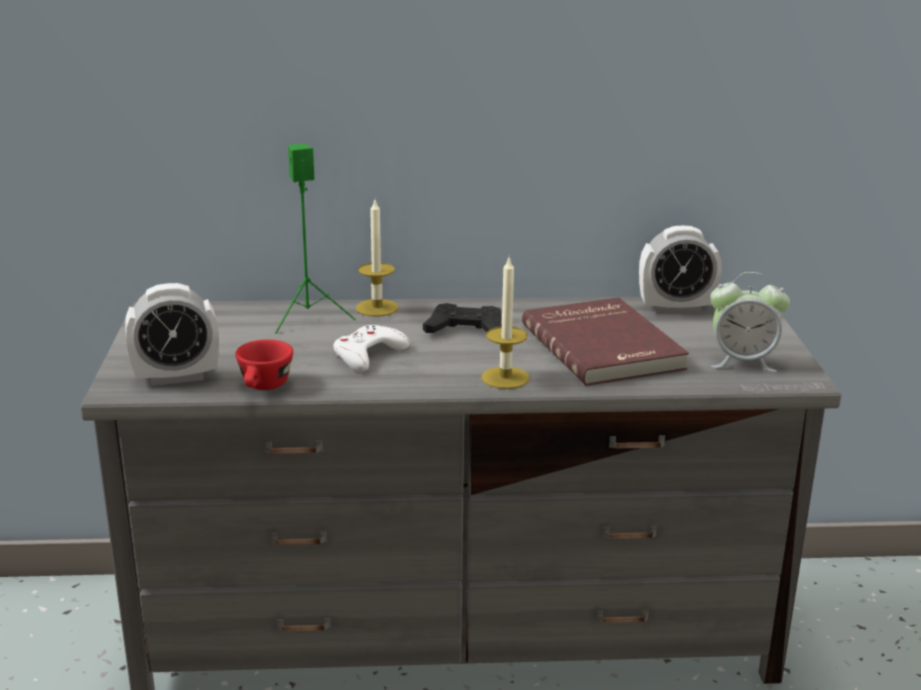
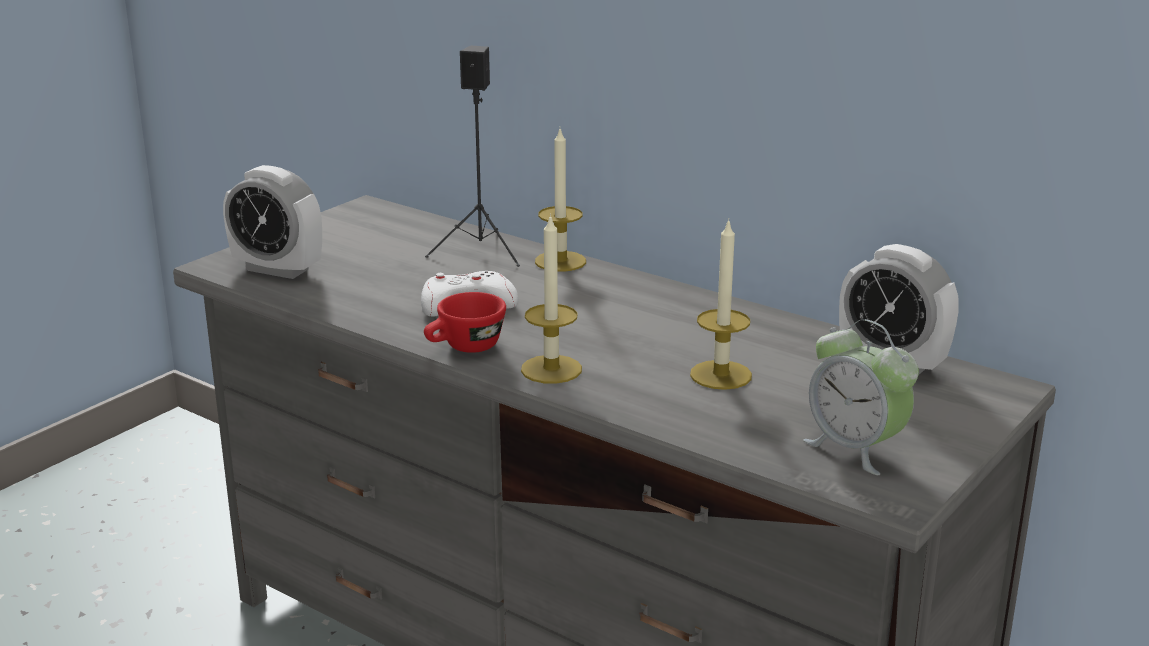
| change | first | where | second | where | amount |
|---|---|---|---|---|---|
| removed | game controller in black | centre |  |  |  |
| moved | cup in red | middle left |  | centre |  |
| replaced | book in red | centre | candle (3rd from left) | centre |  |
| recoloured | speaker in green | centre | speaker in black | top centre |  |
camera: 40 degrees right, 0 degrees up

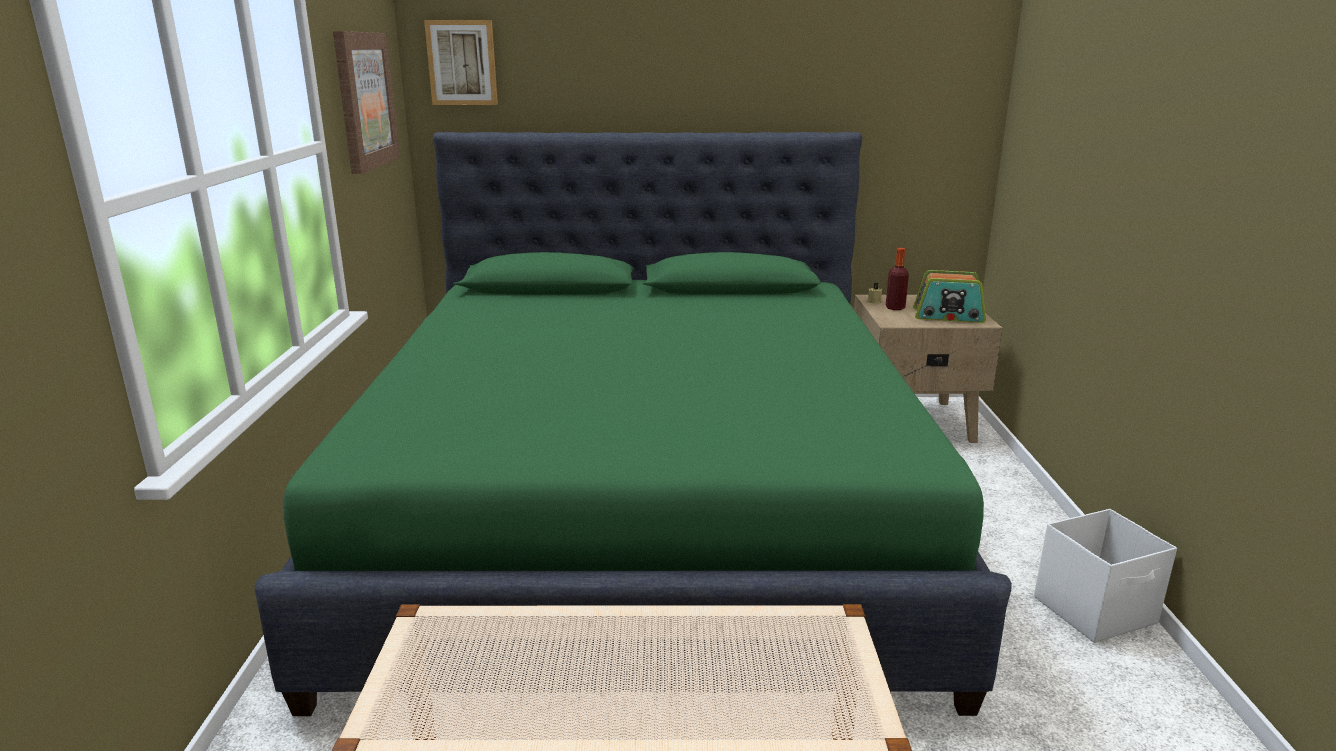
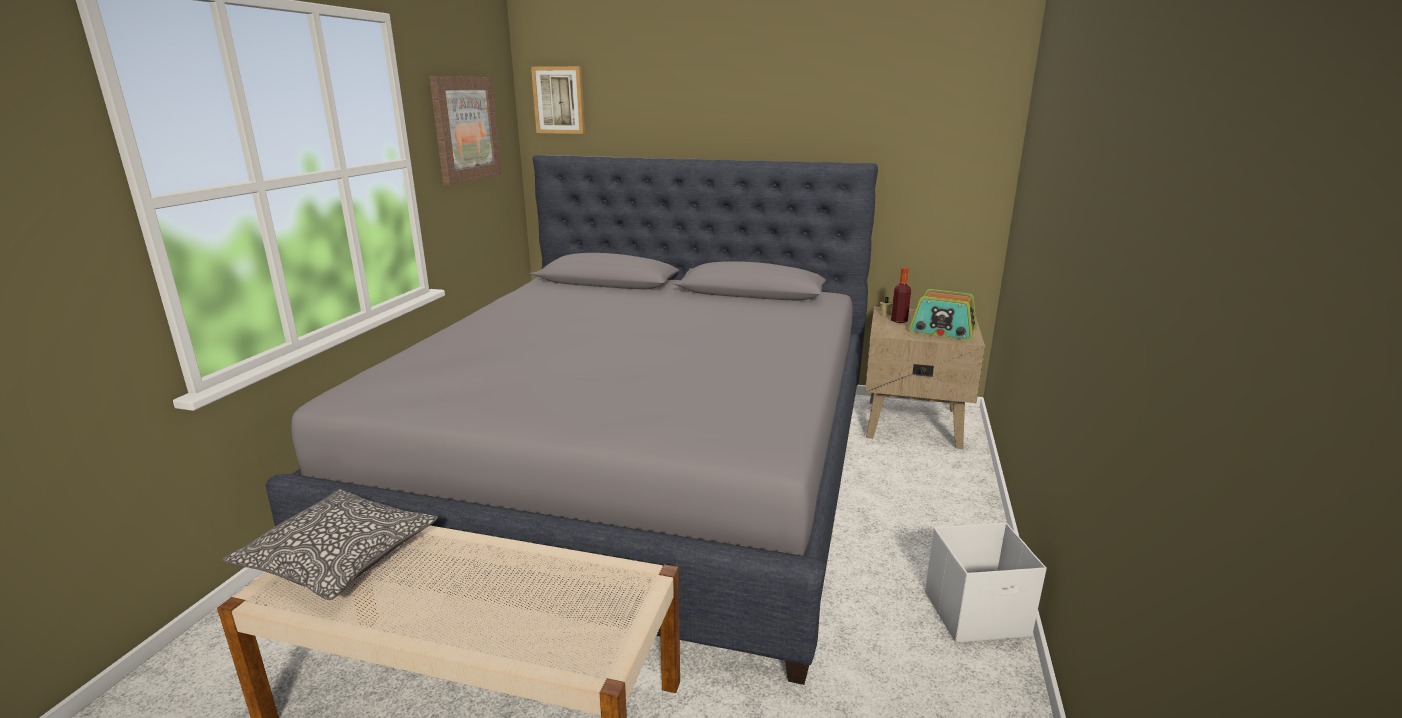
| change | first | where | second | where | amount |
|---|---|---|---|---|---|
| added |  |  | pillow | bottom left |  |
| recoloured | bed in green | centre | bed in grey | centre |  |
camera: 15 degrees right, 0 degrees up

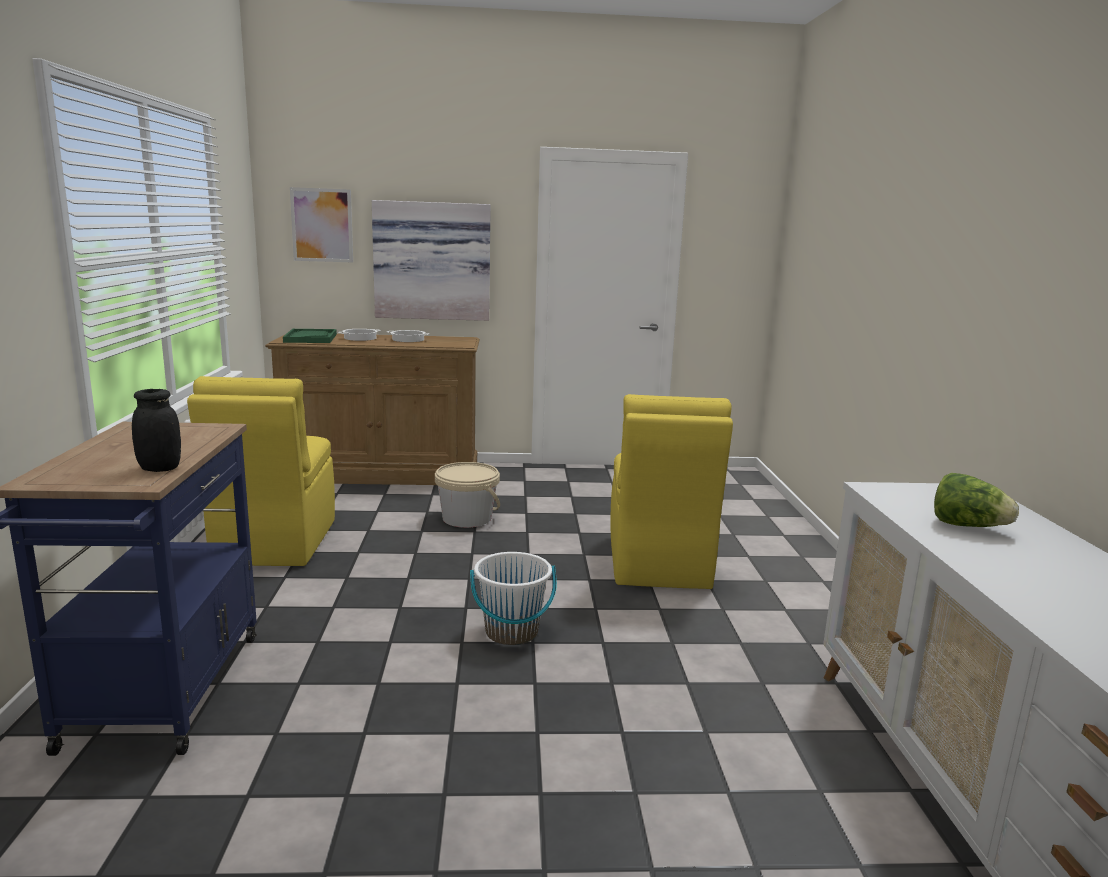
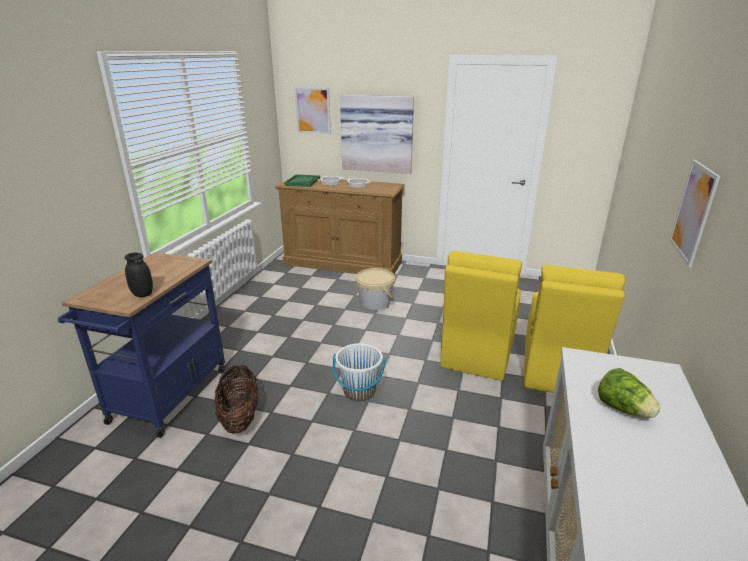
| change | first | where | second | where | amount |
|---|---|---|---|---|---|
| added |  |  | basket | bottom left |  |
| added |  |  | picture (3rd from left) | middle right |  |
| moved | chair in yellow (1st from left in the first image) | middle left | chair in yellow (2nd from left) | middle right |  |
camera: 20 degrees right, 10 degrees up

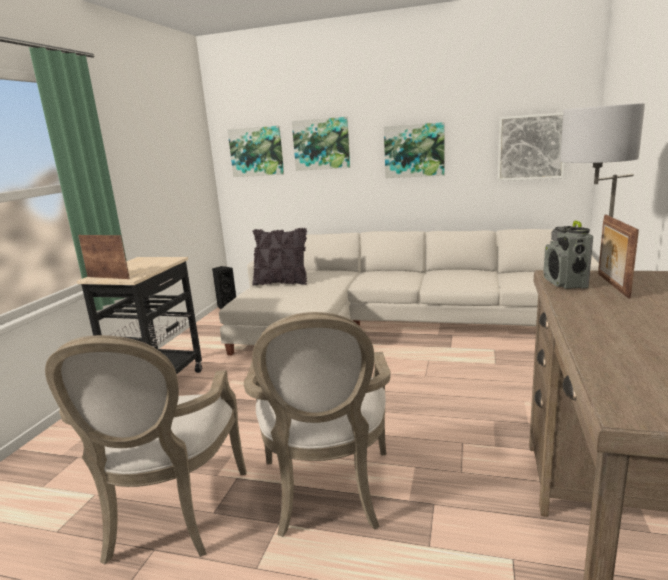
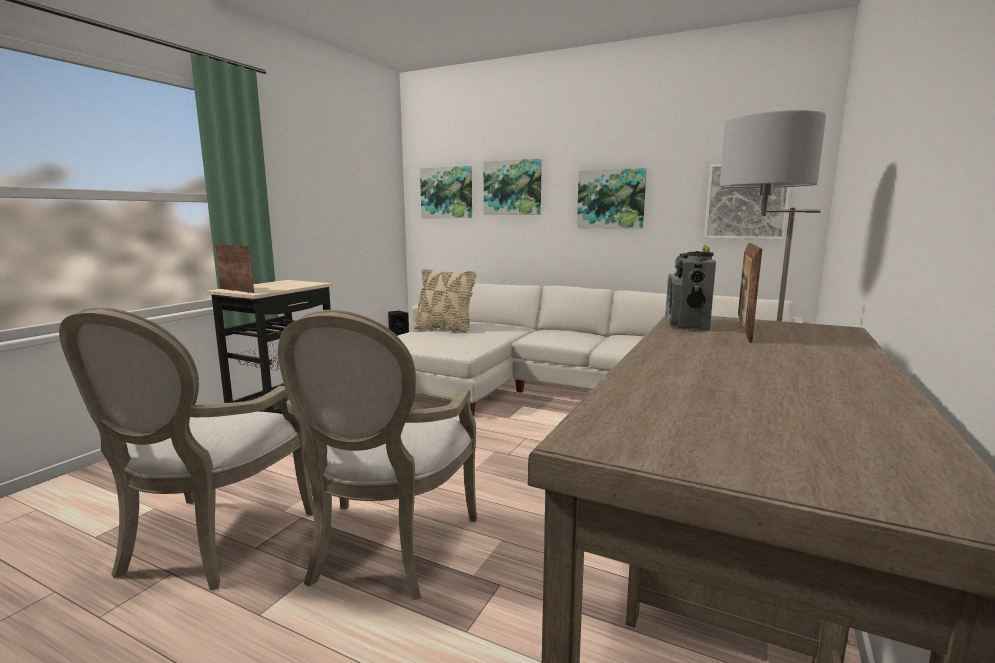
| change | first | where | second | where | amount |
|---|---|---|---|---|---|
| recoloured | pillow in black | centre | pillow in beige | centre |  |
camera: 10 degrees right, 5 degrees down

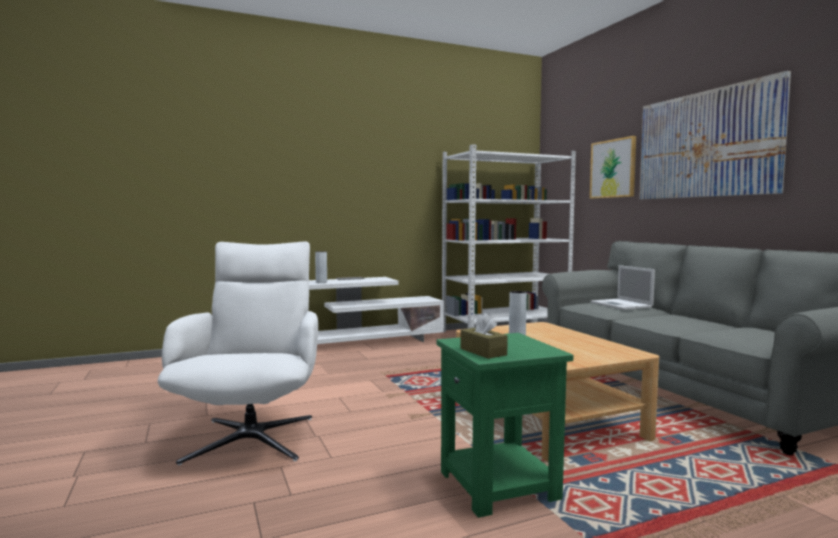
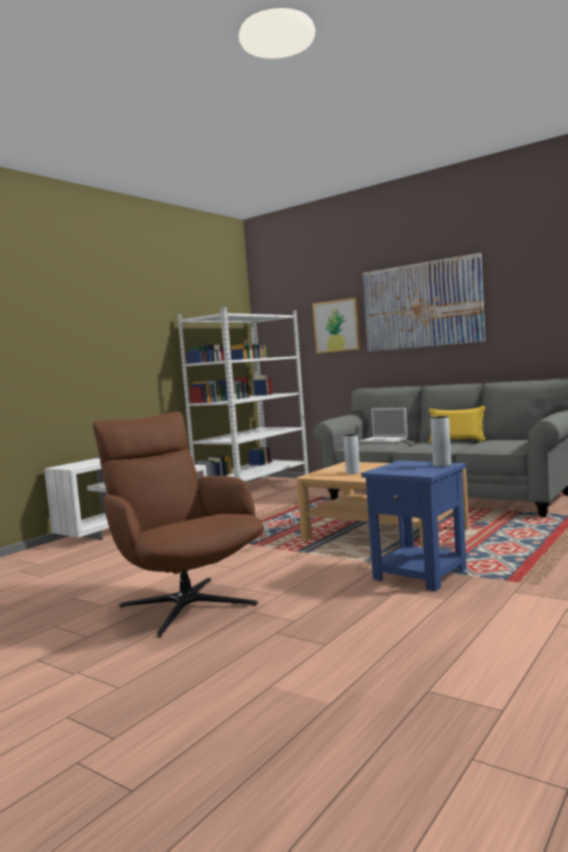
| change | first | where | second | where | amount |
|---|---|---|---|---|---|
| removed | tissue box in brown | centre |  |  |  |
| added |  |  | pillow in yellow | middle right |  |
| moved | vase in grey (1st from left in the first image) | centre | vase in grey (2nd from left) | middle right |  |
| recoloured | armchair in white | middle left | armchair in brown | middle left |  |
| recoloured | side table in green | bottom centre | side table in blue | middle right |  |
camera: 30 degrees left, 0 degrees up

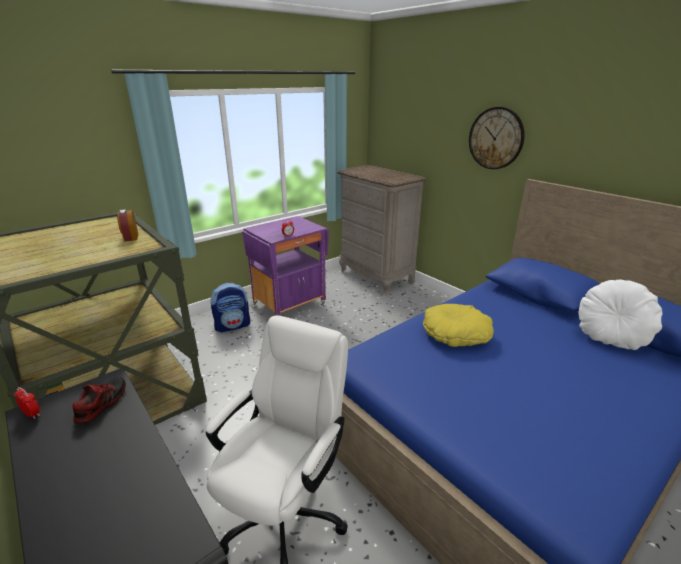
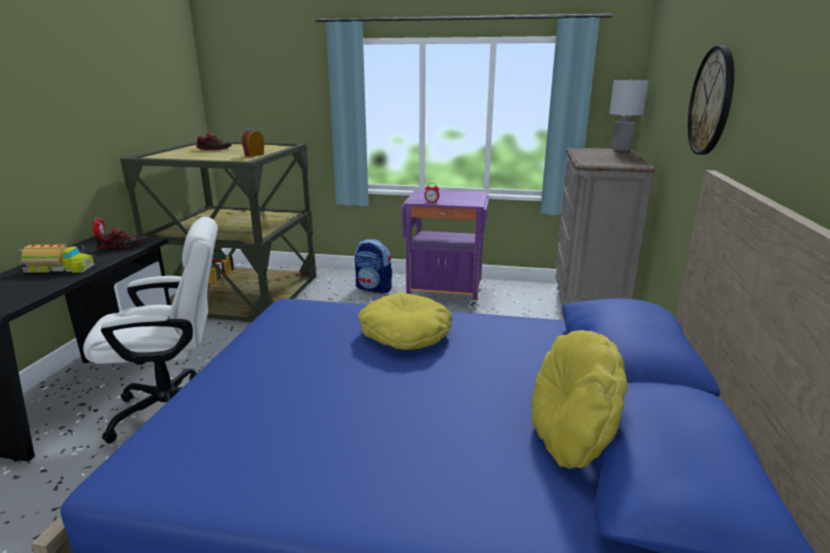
| change | first | where | second | where | amount |
|---|---|---|---|---|---|
| added |  |  | toy truck | middle left |  |
| added |  |  | shoe (2nd from left) | top left |  |
| added |  |  | table lamp in grey | top right |  |
| recoloured | pillow in white | middle right | pillow in yellow (2nd from left) | bottom right |  |
camera: 50 degrees right, 5 degrees down

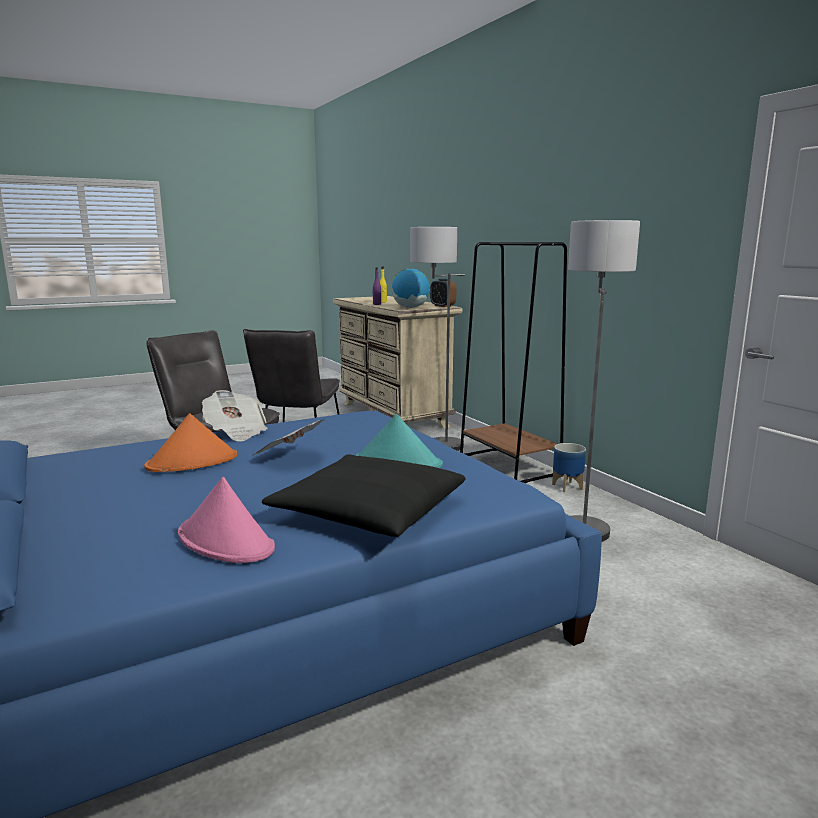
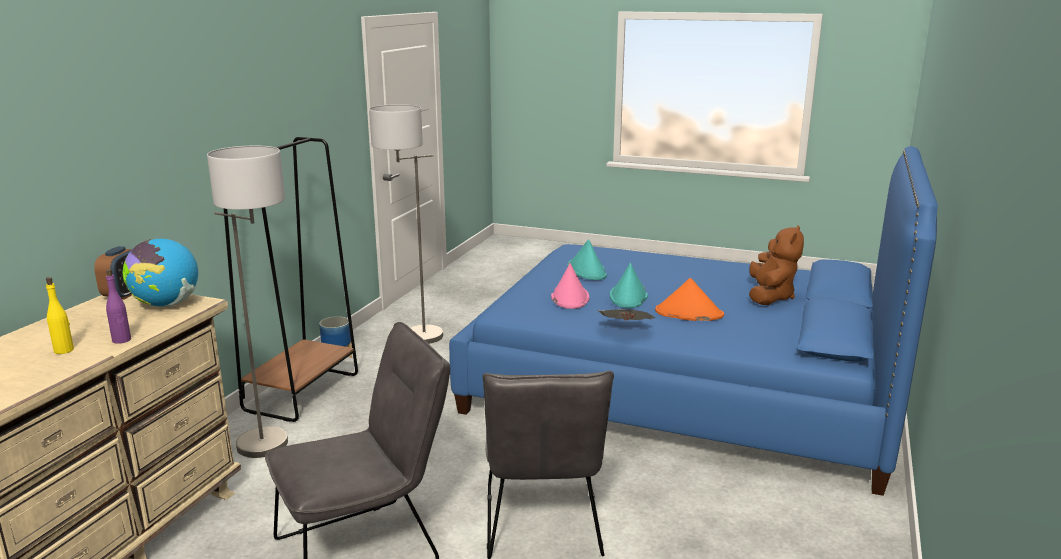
| change | first | where | second | where | amount |
|---|---|---|---|---|---|
| removed | pillow in black | centre |  |  |  |
| added |  |  | plush toy in brown | middle right |  |
| moved | hat in pink | middle left |  | centre |  |
| replaced | newspaper (2nd from left) | centre | hat in turquoise (2nd from left) | centre |  |
camera: 130 degrees left, 5 degrees up

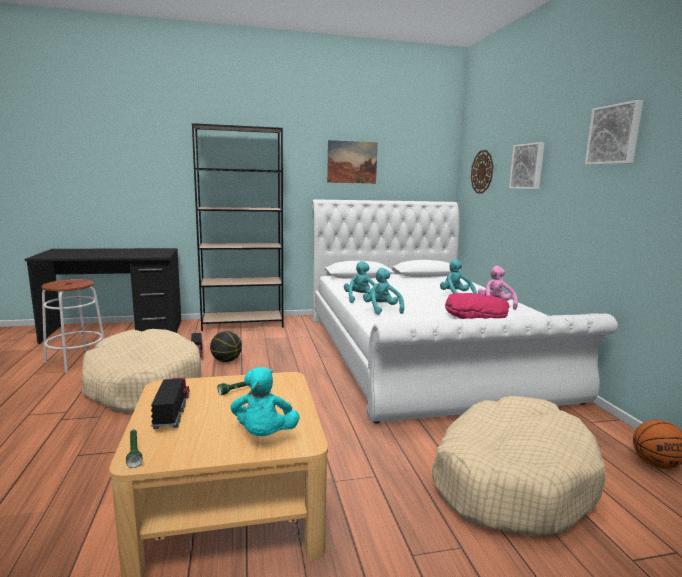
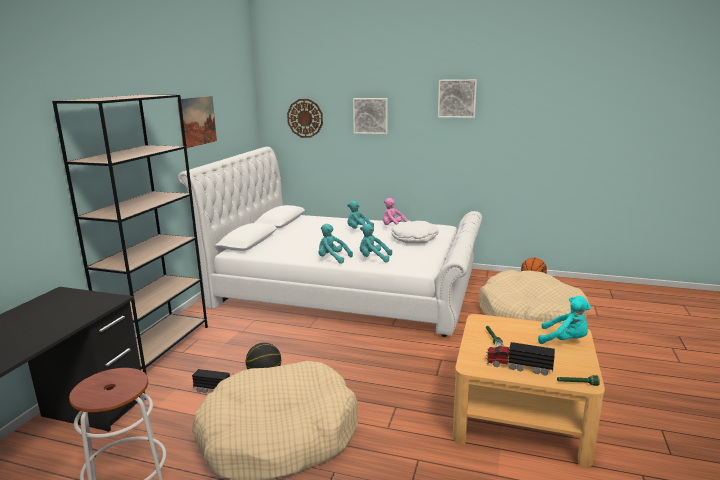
| change | first | where | second | where | amount |
|---|---|---|---|---|---|
| recoloured | pillow in pink | middle right | pillow in white | centre |  |
camera: 60 degrees left, 5 degrees up

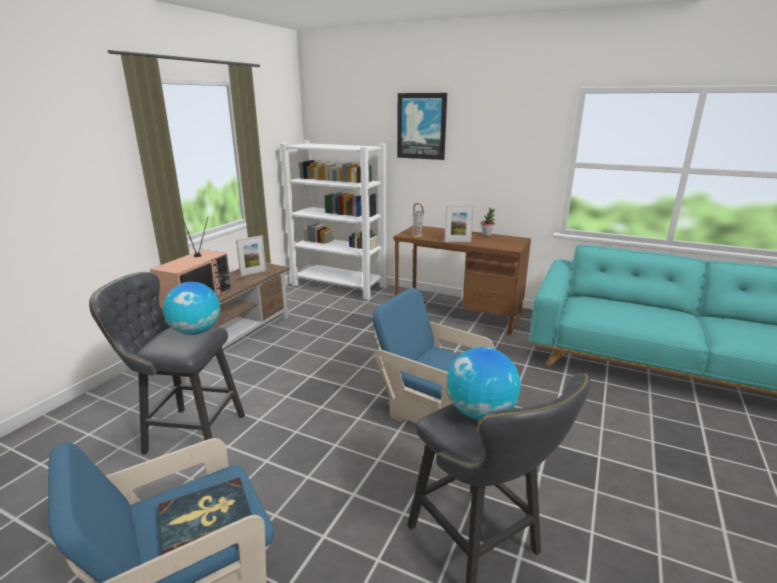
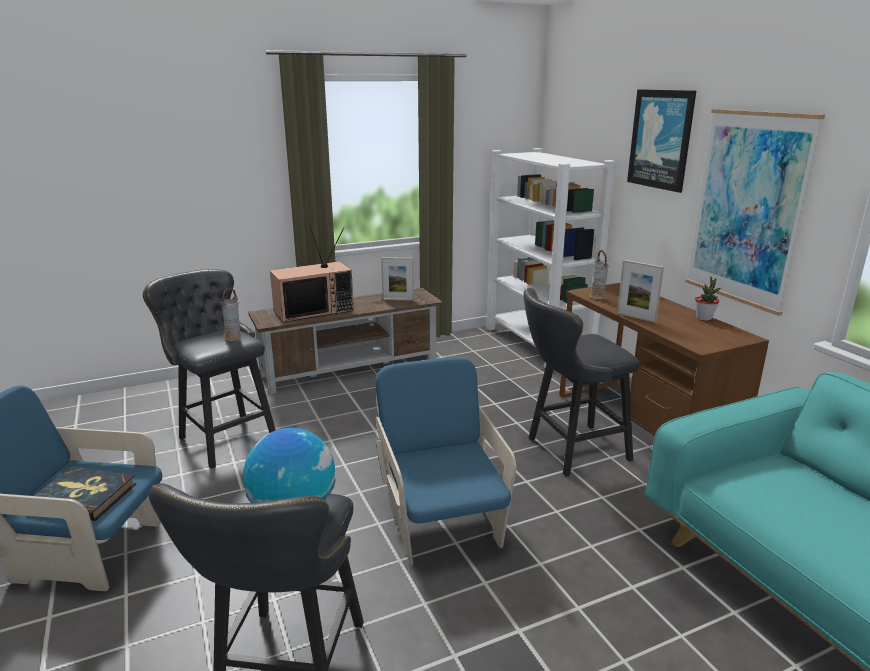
| change | first | where | second | where | amount |
|---|---|---|---|---|---|
| added |  |  | stool in grey (3rd from left) | middle right |  |
| added |  |  | picture (2nd from left) | top right |  |
| replaced | globe (1st from left) | middle left | vase (1st from left) | middle left |  |
camera: 40 degrees right, 0 degrees up

